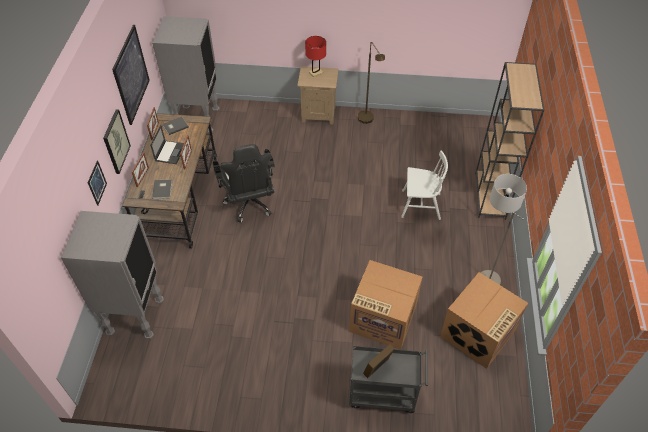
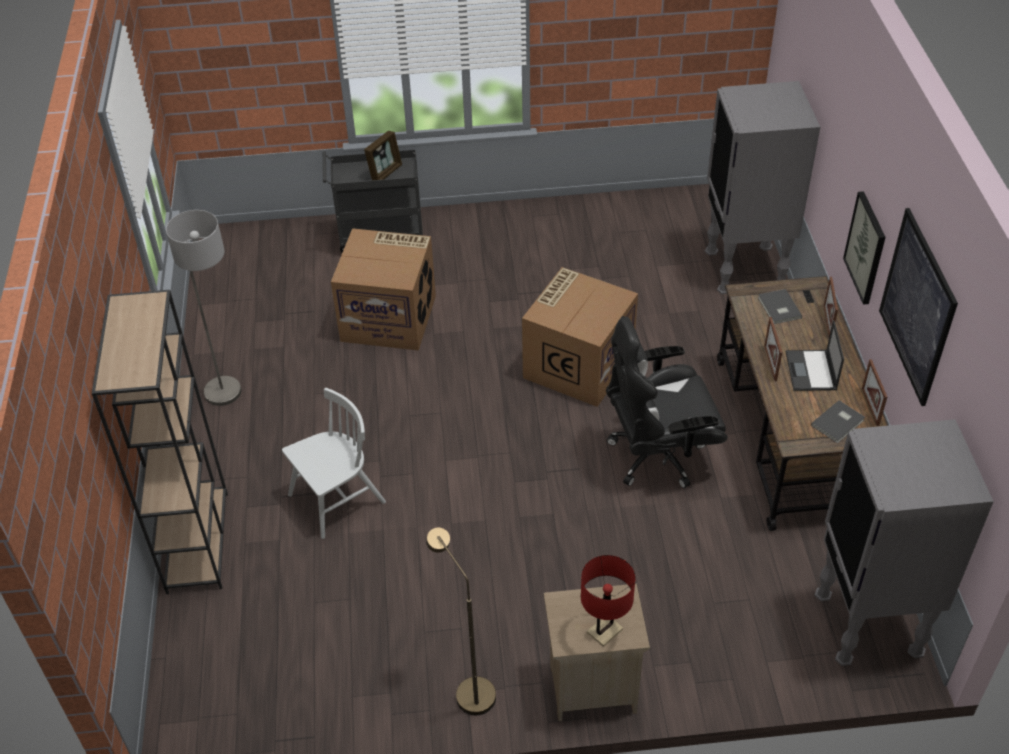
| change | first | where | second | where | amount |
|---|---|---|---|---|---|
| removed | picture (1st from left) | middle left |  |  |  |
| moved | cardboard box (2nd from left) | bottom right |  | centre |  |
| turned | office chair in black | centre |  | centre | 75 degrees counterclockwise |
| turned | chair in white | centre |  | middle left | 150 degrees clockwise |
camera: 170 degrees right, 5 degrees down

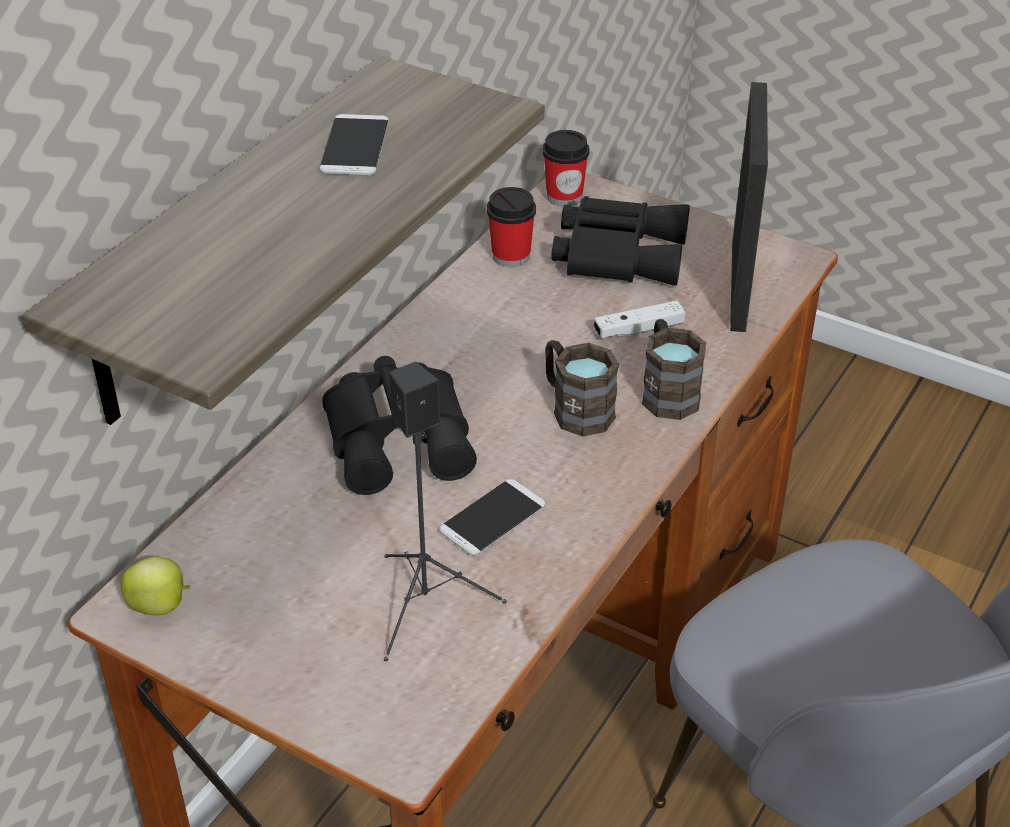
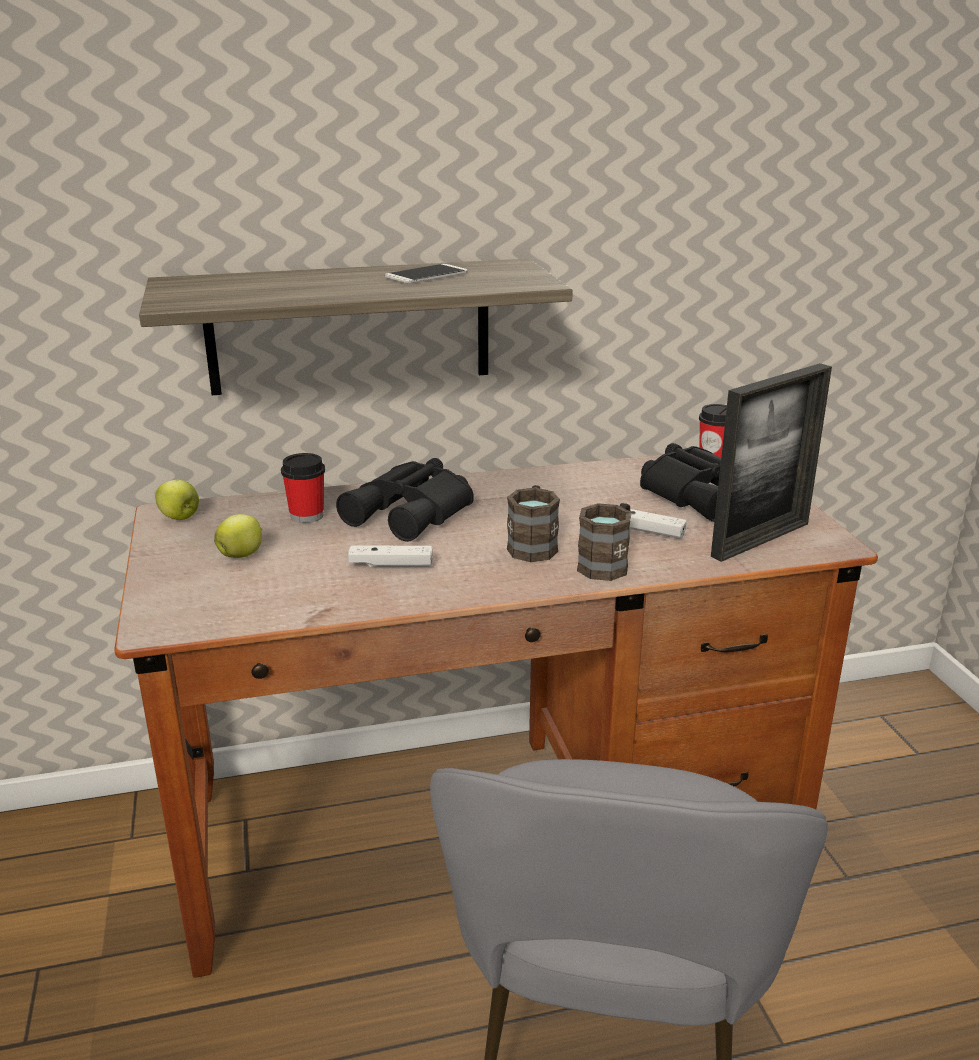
| change | first | where | second | where | amount |
|---|---|---|---|---|---|
| removed | speaker in black | centre |  |  |  |
| added |  |  | apple (2nd from left) | middle left |  |
| moved | cup (1st from left) | top centre |  | middle left |  |
| replaced | phone (2nd from left) | centre | game controller in white (1st from left) | centre |  |
camera: 45 degrees right, 15 degrees down

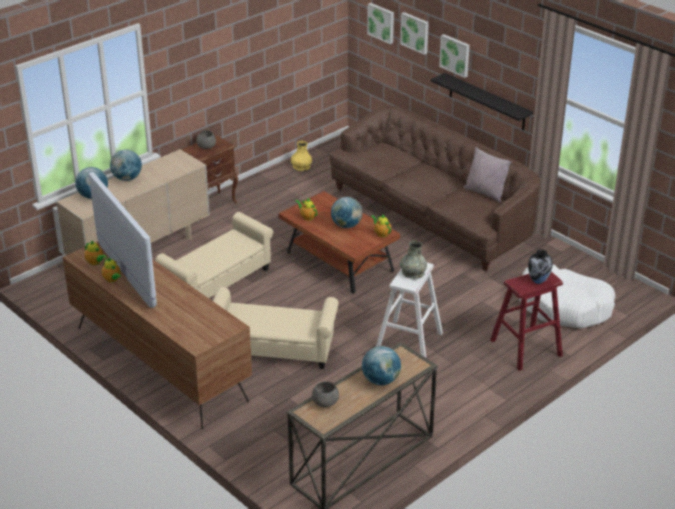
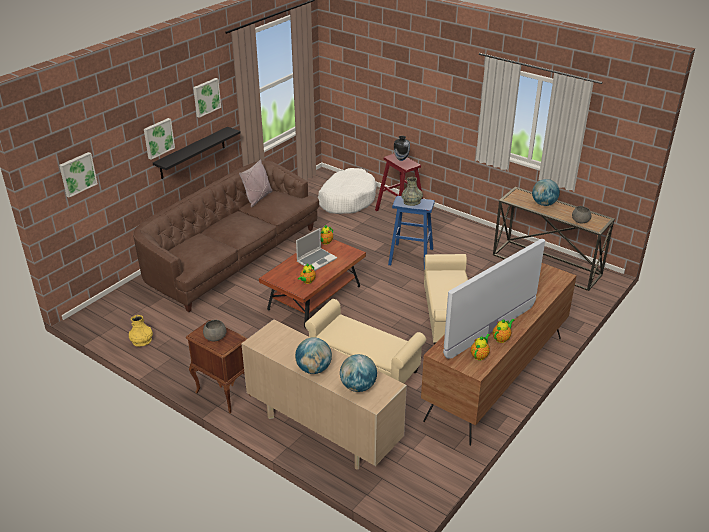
| change | first | where | second | where | amount |
|---|---|---|---|---|---|
| moved | picture (2nd from left in the first image) | top centre | picture (3rd from left) | top left |  |
| replaced | globe (3rd from left) | centre | laptop | centre |  |
| recoloured | stool in white | centre | stool in blue | centre |  |
camera: 100 degrees left, 0 degrees up

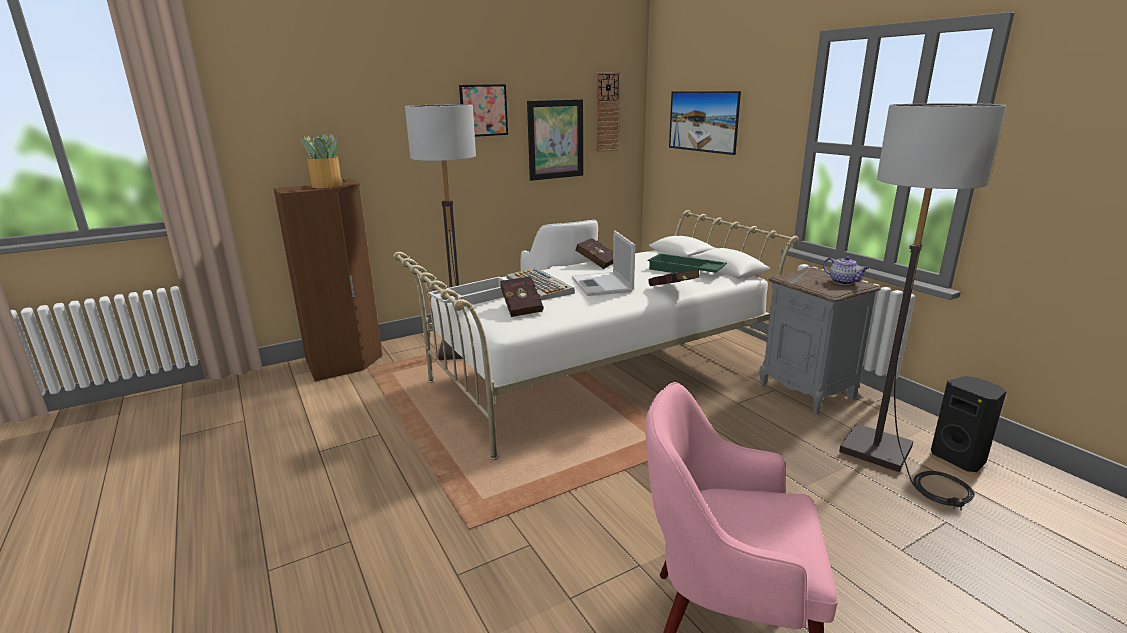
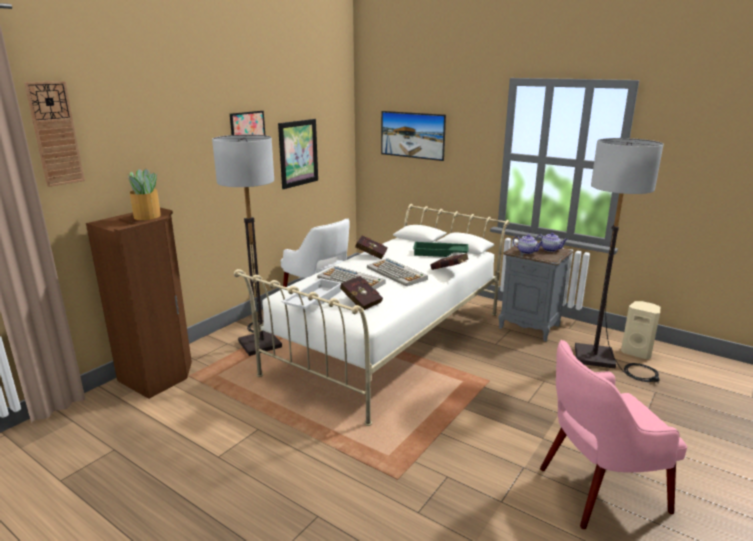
| change | first | where | second | where | amount |
|---|---|---|---|---|---|
| added |  |  | teapot (1st from left) | middle right |  |
| moved | wall clock | top centre |  | top left |  |
| replaced | laptop | centre | keyboard (2nd from left) | centre |  |
| recoloured | speaker in black | bottom right | speaker in beige | middle right |  |
camera: 25 degrees left, 0 degrees up

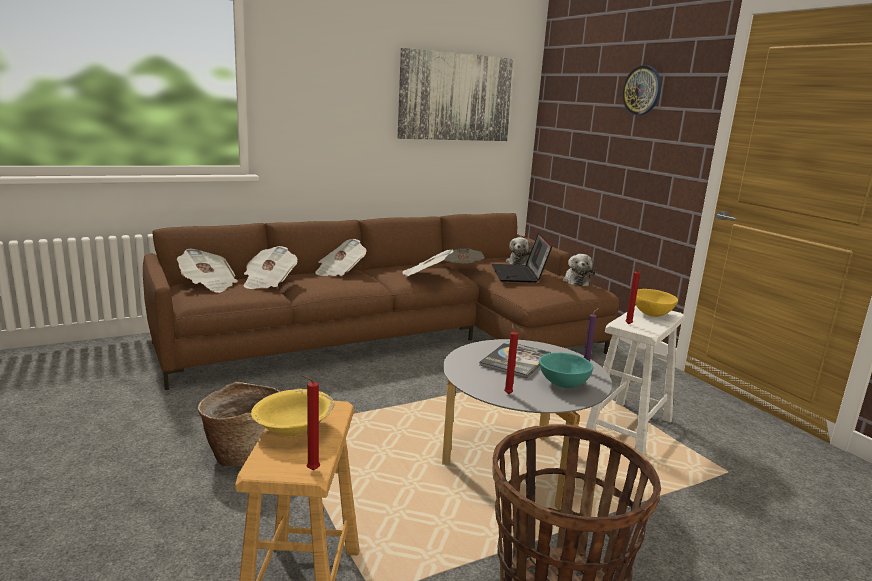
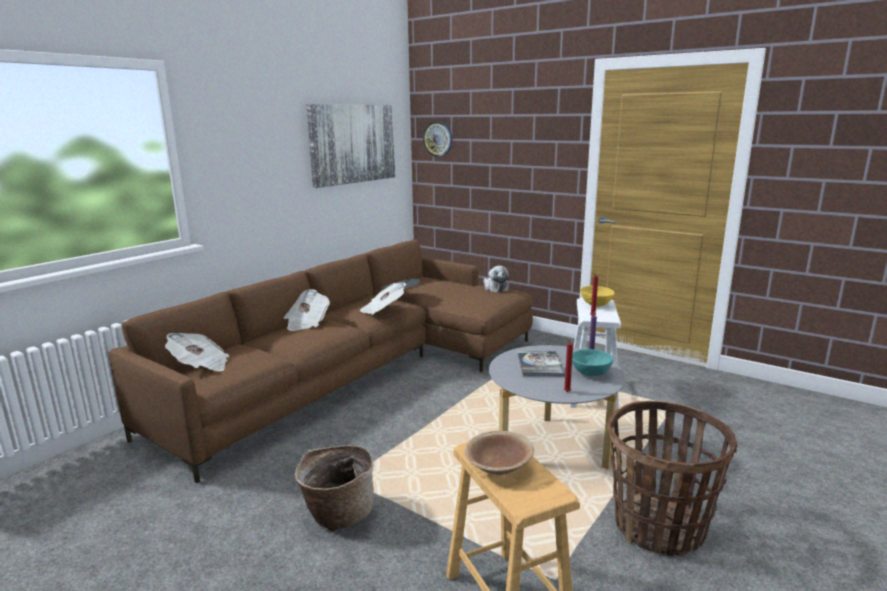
| change | first | where | second | where | amount |
|---|---|---|---|---|---|
| removed | newspaper (2nd from left) | middle left |  |  |  |
| removed | candle in red (1st from left) | bottom centre |  |  |  |
| removed | laptop | centre |  |  |  |
| removed | plush toy (1st from left) | centre |  |  |  |
| moved | wall clock | top right |  | top centre |  |
| recoloured | bowl in yellow (1st from left) | bottom centre | bowl in brown | bottom centre |  |
camera: 25 degrees left, 0 degrees up

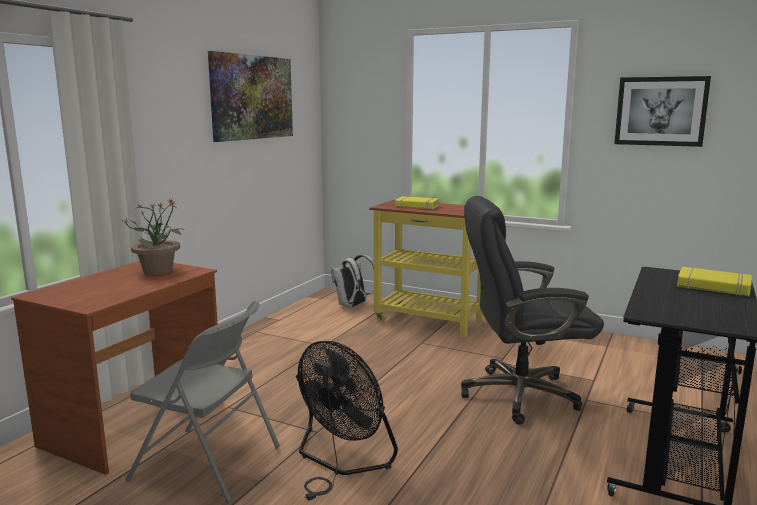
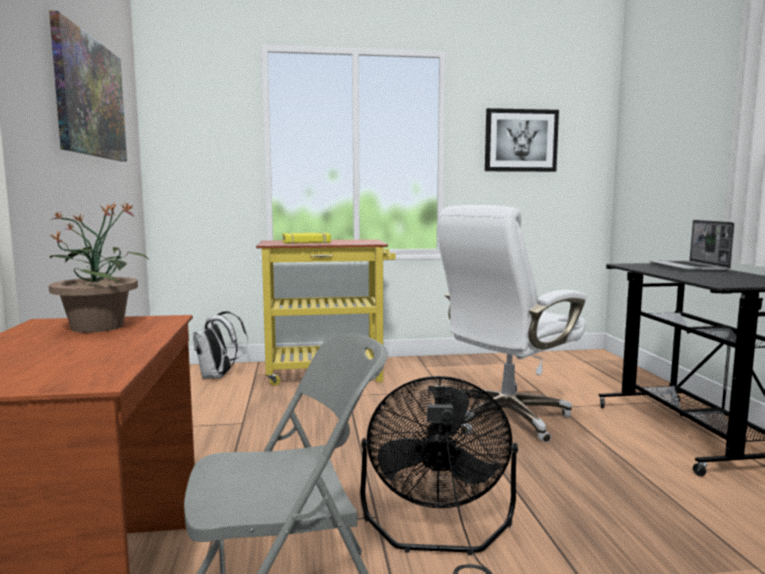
| change | first | where | second | where | amount |
|---|---|---|---|---|---|
| replaced | book in yellow (2nd from left) | middle right | laptop | middle right |  |
| recoloured | office chair in black | middle right | office chair in white | middle right |  |
camera: 35 degrees left, 5 degrees down

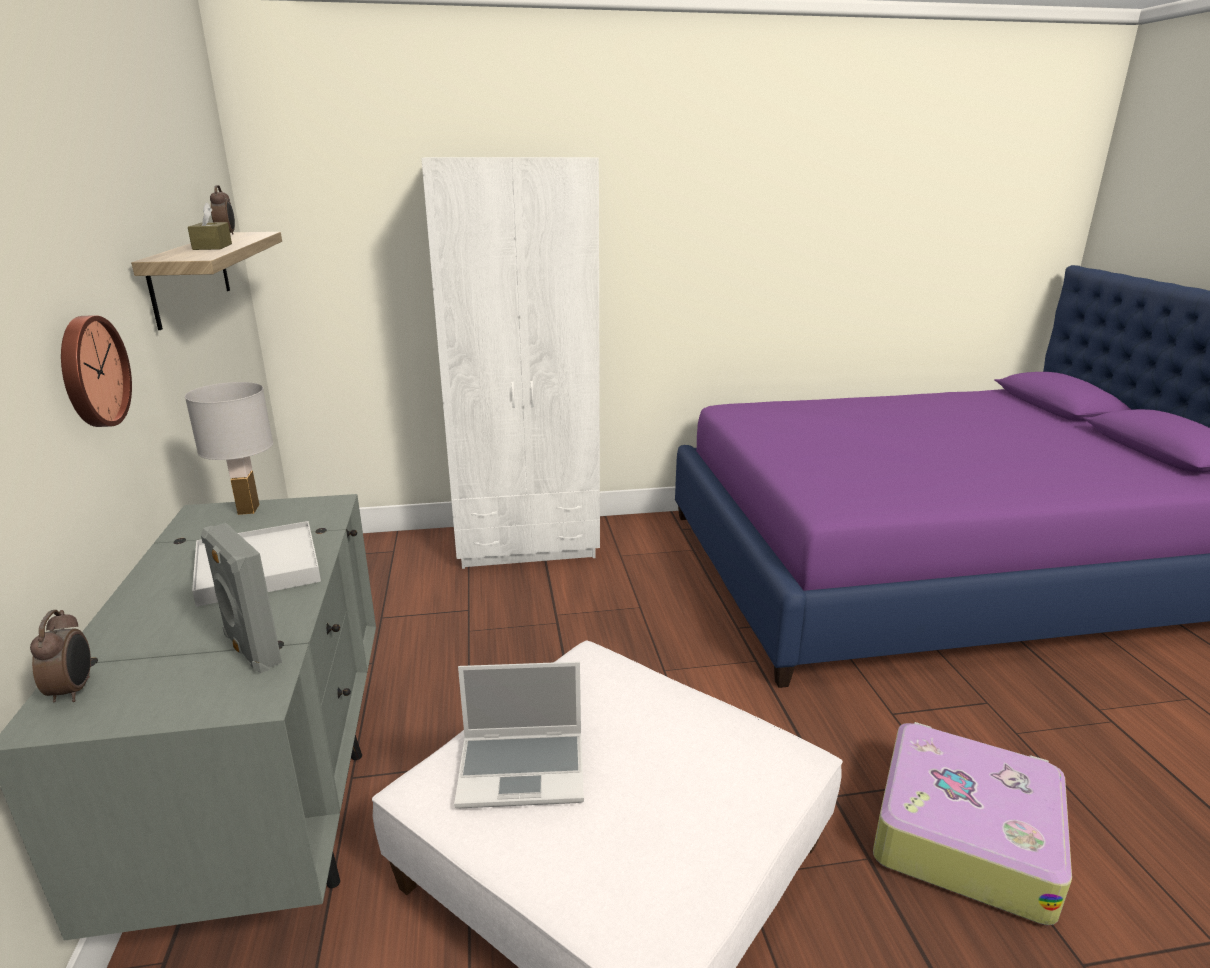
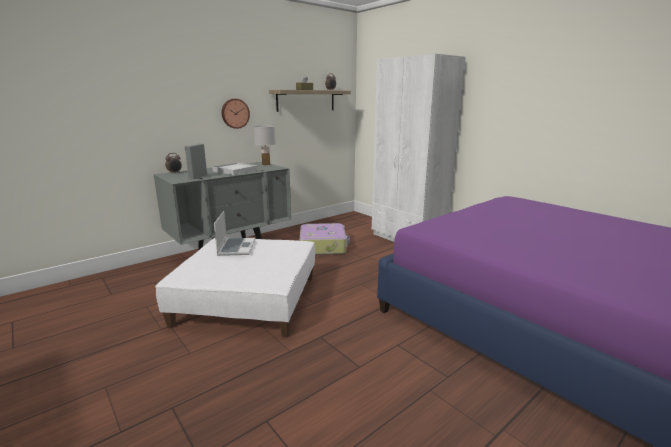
| change | first | where | second | where | amount |
|---|---|---|---|---|---|
| moved | suitcase | bottom right |  | centre |  |
| turned | laptop | bottom centre |  | centre | 150 degrees counterclockwise |
camera: 60 degrees right, 5 degrees down

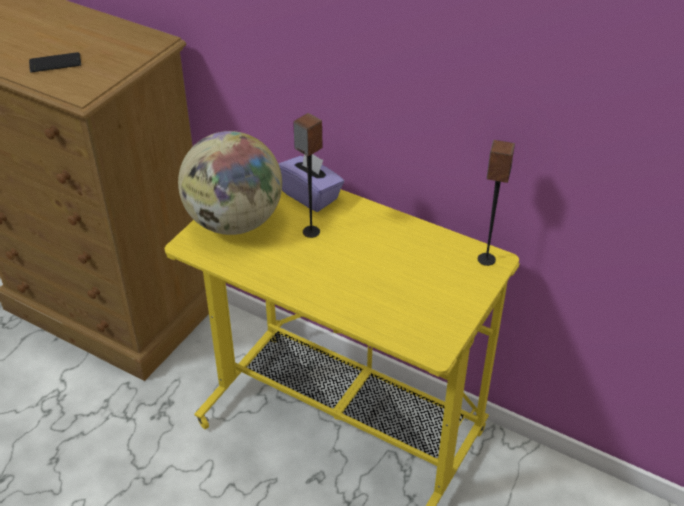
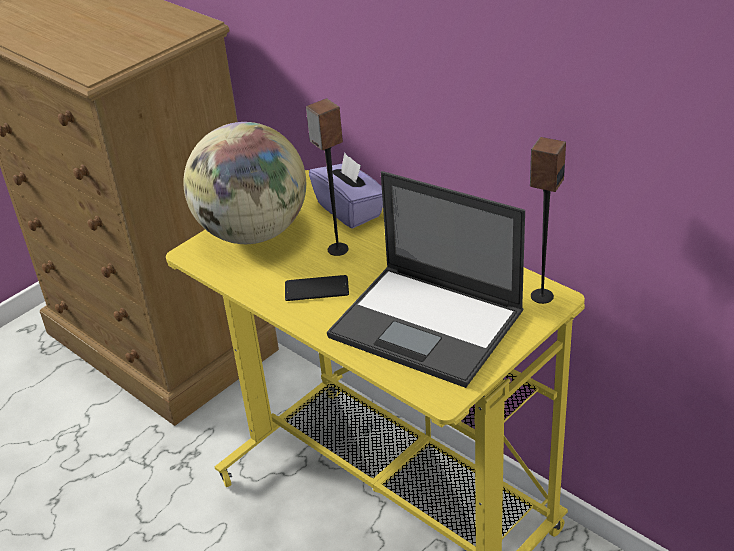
| change | first | where | second | where | amount |
|---|---|---|---|---|---|
| added |  |  | laptop | centre |  |
| moved | phone | top left |  | centre |  |
camera: 15 degrees right, 5 degrees down

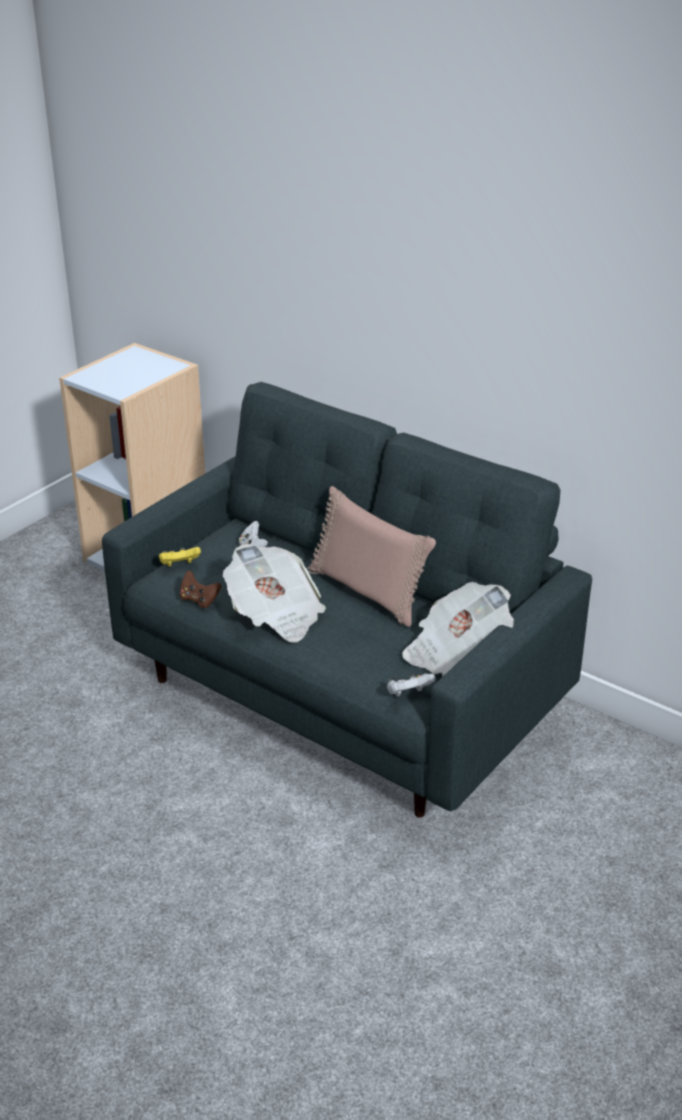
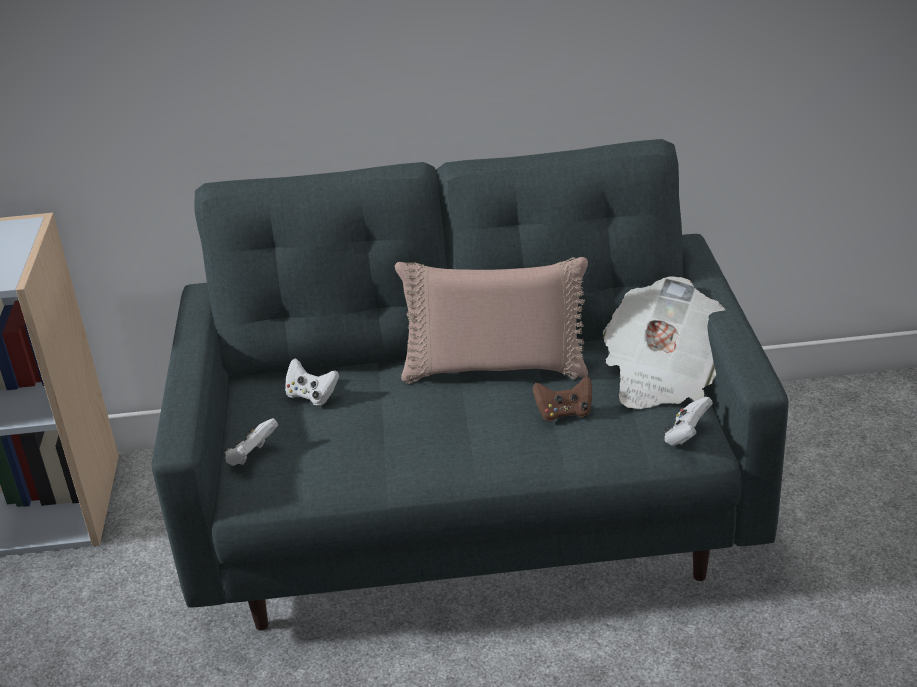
| change | first | where | second | where | amount |
|---|---|---|---|---|---|
| removed | newspaper (1st from left) | centre |  |  |  |
| moved | game controller in brown | middle left |  | centre |  |
| recoloured | game controller in yellow | middle left | game controller in white (1st from left) | middle left |  |
camera: 40 degrees left, 0 degrees up

